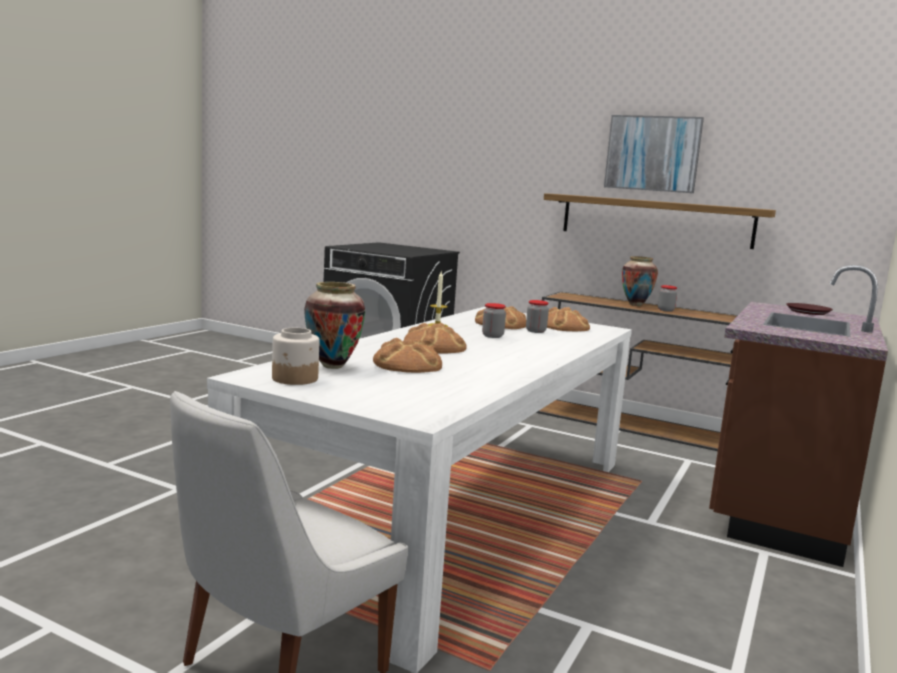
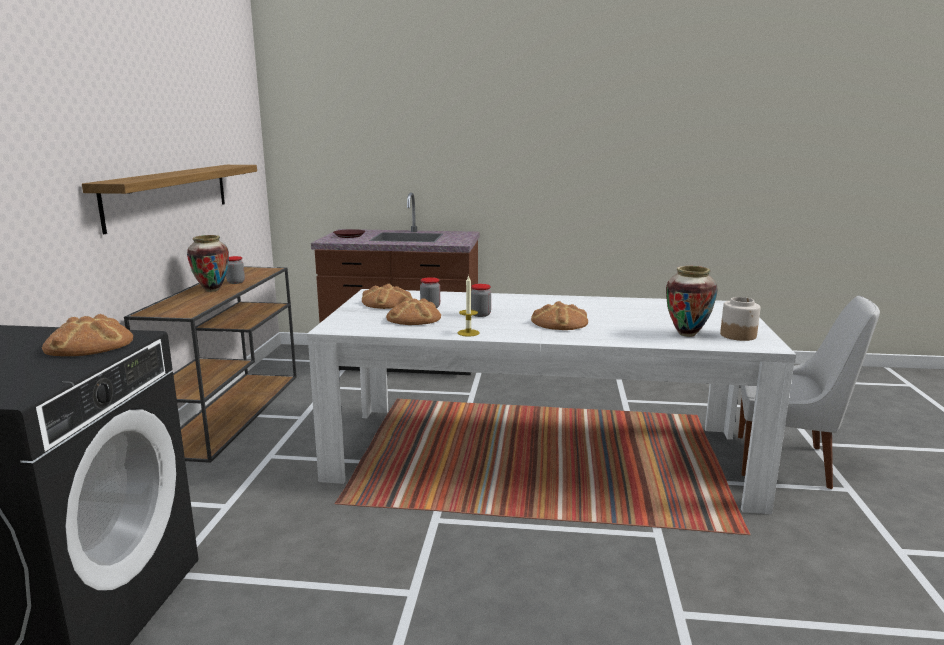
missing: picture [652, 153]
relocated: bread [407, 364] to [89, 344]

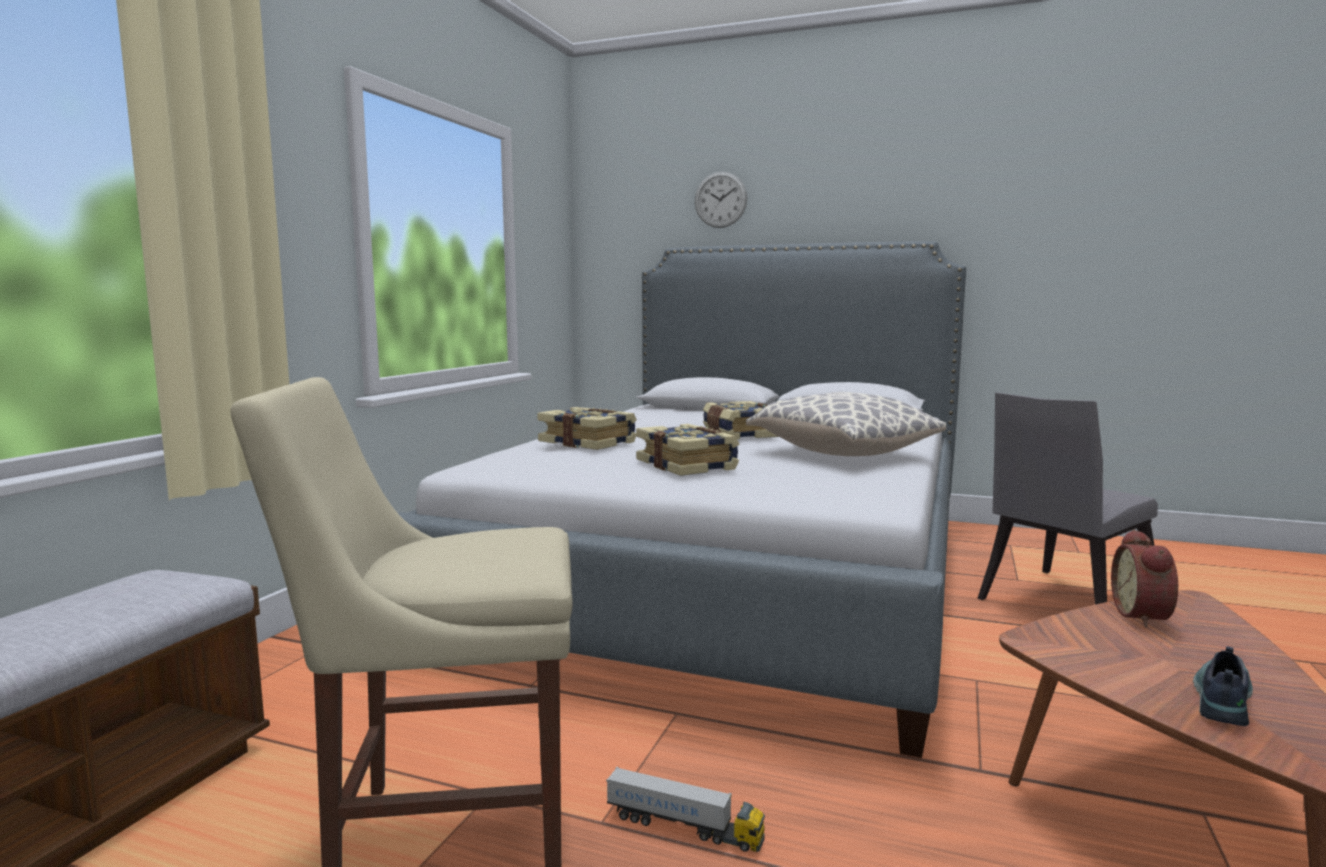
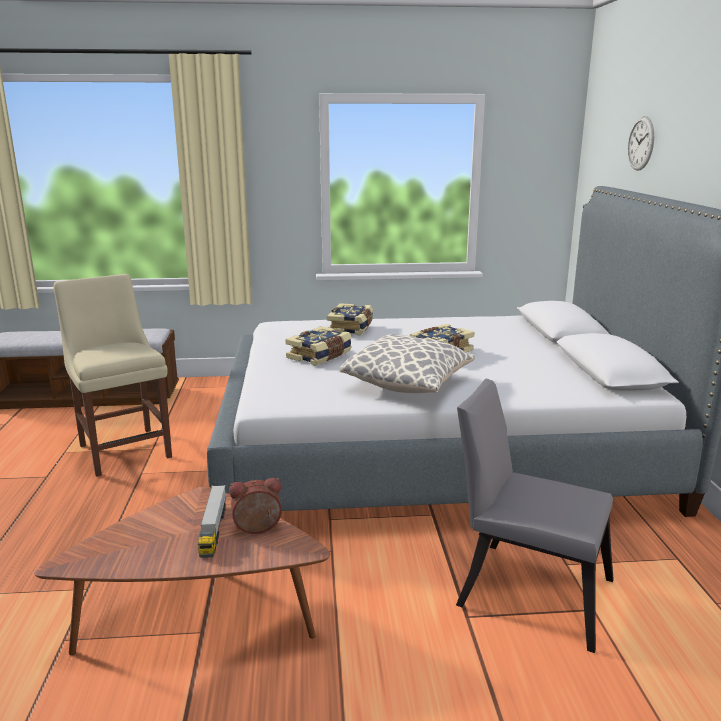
missing: shoe [1219, 699]
relocated: toy truck [684, 827] to [213, 530]

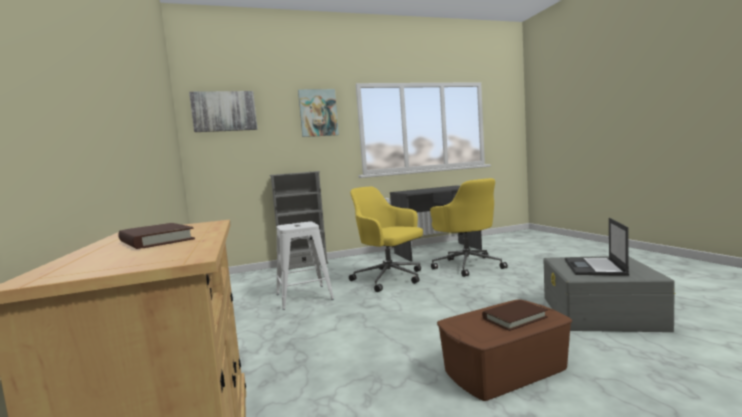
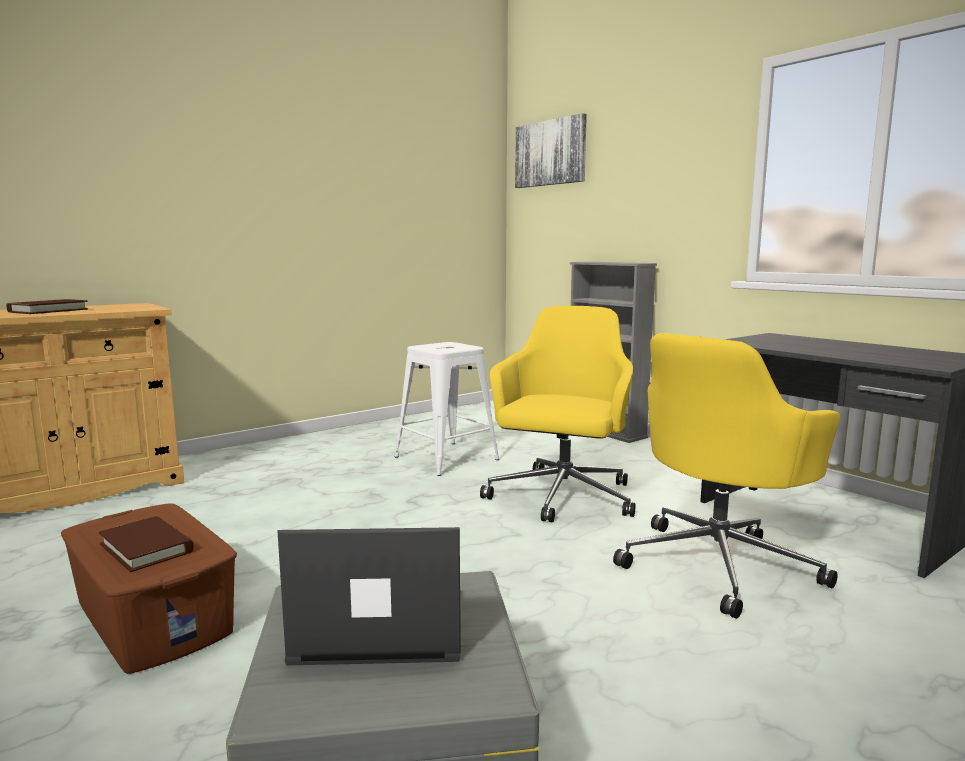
missing: picture [318, 113]

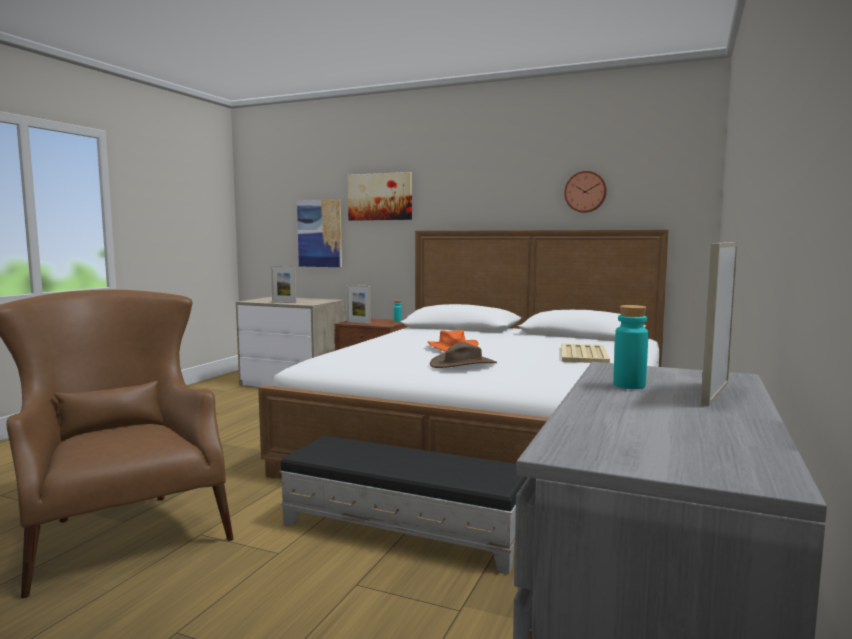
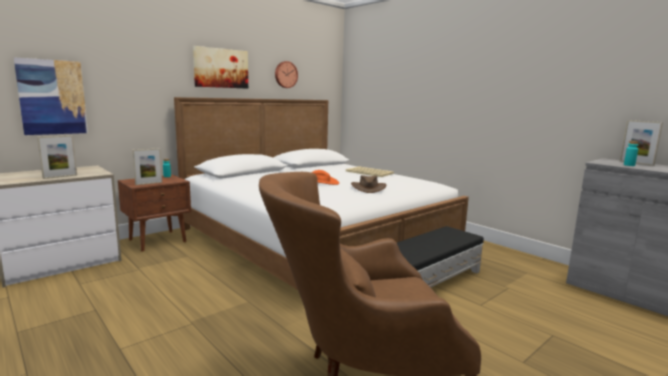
relocated: picture [380, 197] to [221, 68]

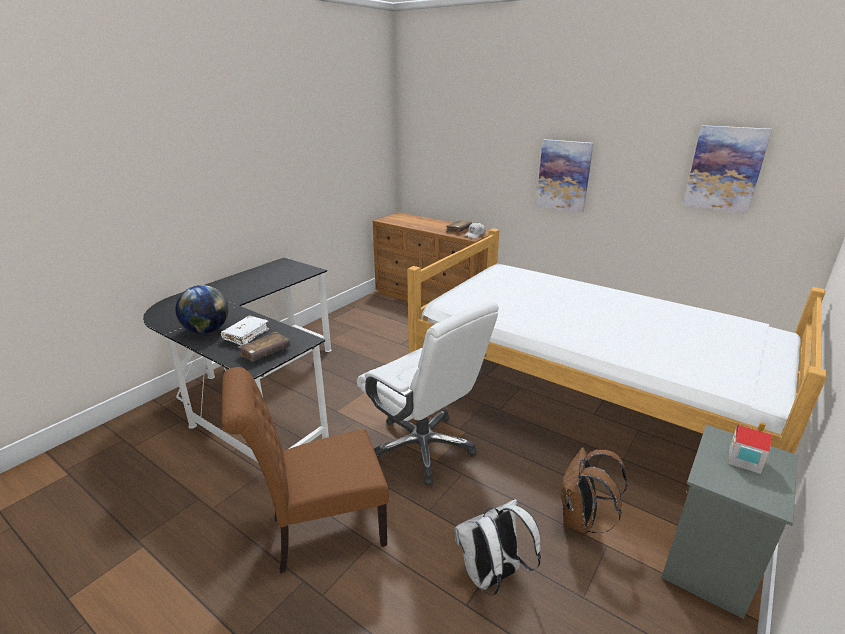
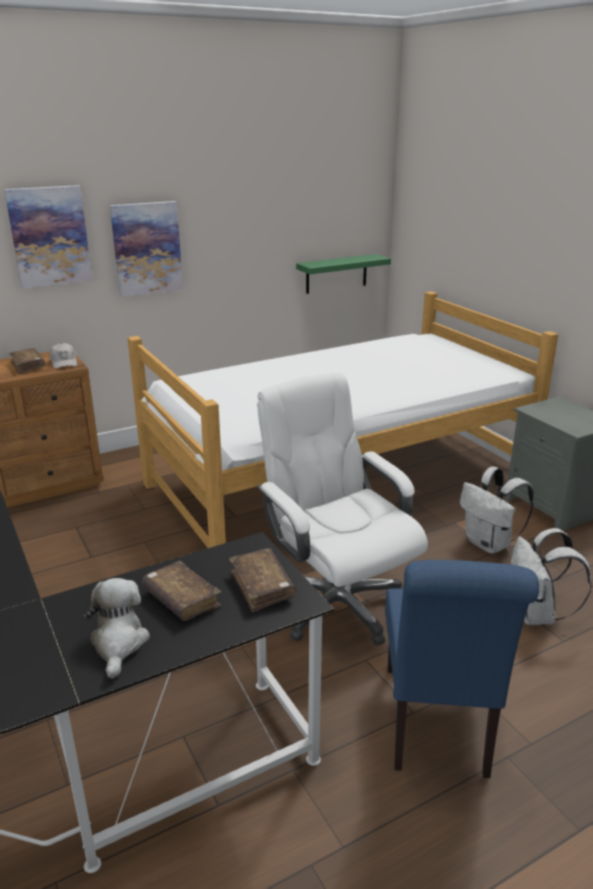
missing: toy house [743, 460]
appeared: green shelf [336, 273]
relocated: picture [725, 169] to [49, 236]
exchanged: globe [206, 330] to plush toy [118, 643]
colour: white book [246, 335] to brown book [181, 599]; brown chair [320, 532] to blue chair [437, 726]; brown backpack [581, 521] to white backpack [489, 544]
spun: white office chair [423, 447] = [336, 603] 105 degrees counterclockwise

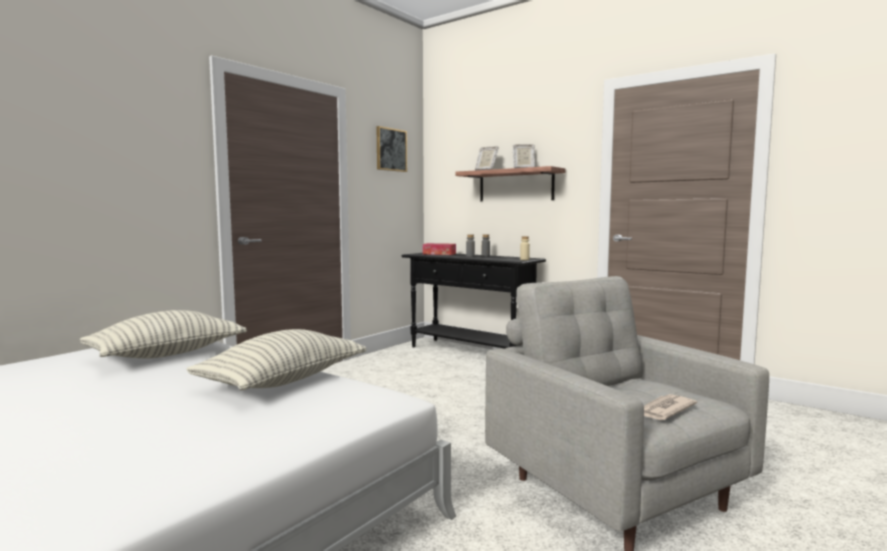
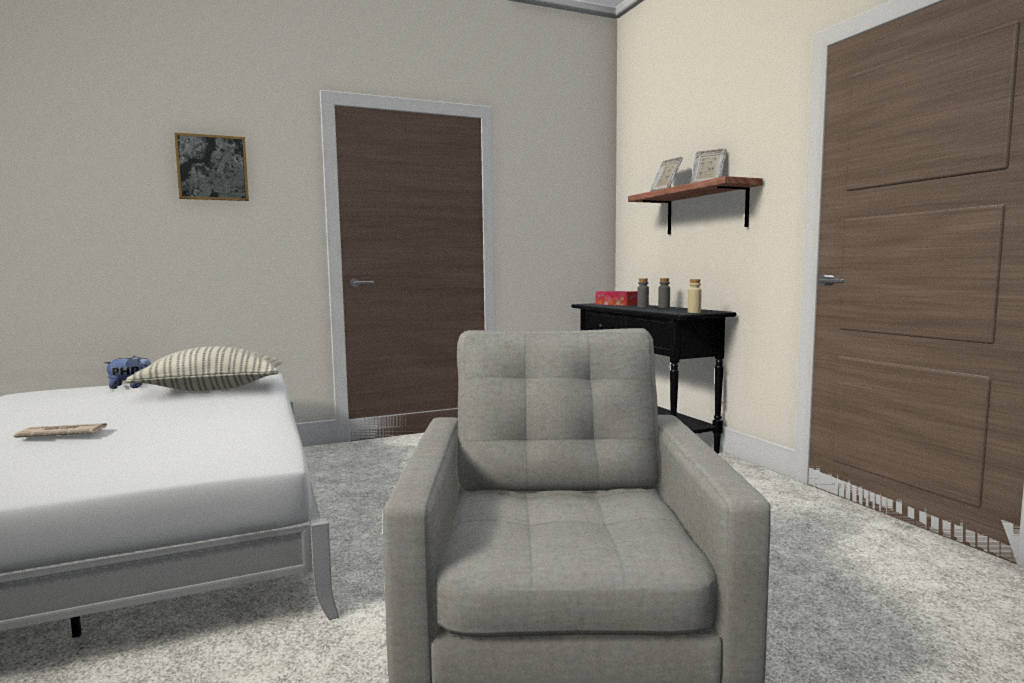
missing: pillow [283, 381]
appeared: plush toy [130, 387]
relocated: picture [391, 149] to [212, 168]; newspaper [663, 410] to [62, 434]

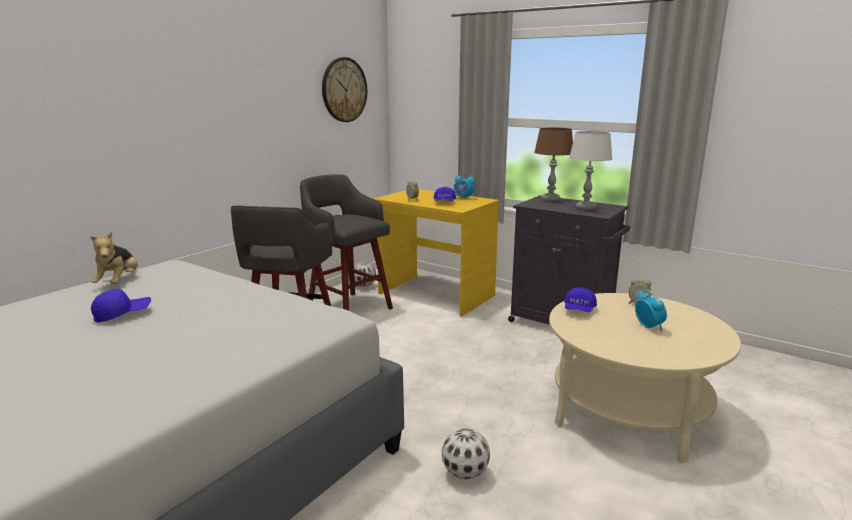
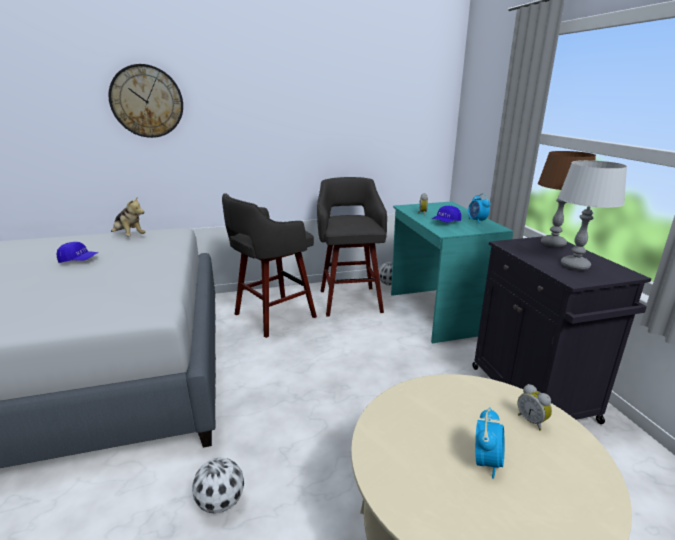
missing: blue cap [579, 310]
relocated: wall clock [344, 90] to [147, 101]
colour: yellow desk [435, 295] to turquoise desk [437, 312]
spun: plush toy [119, 282] = [129, 236] 90 degrees counterclockwise

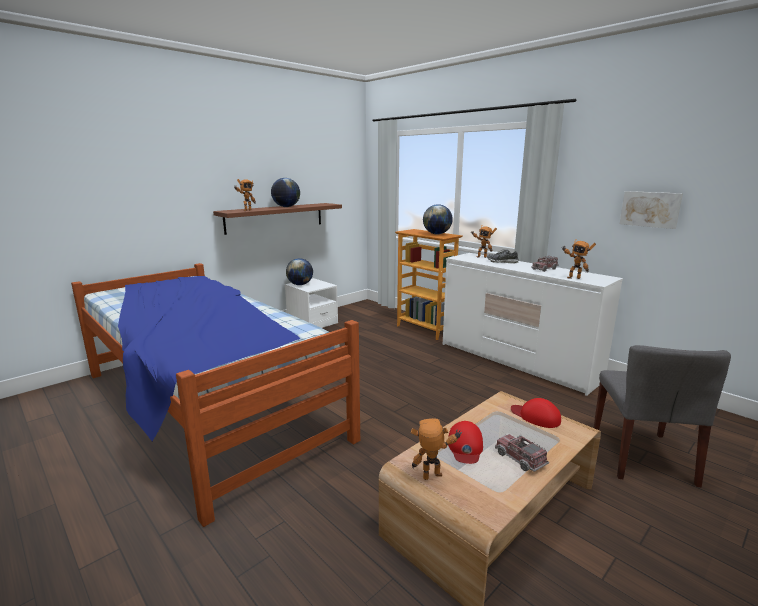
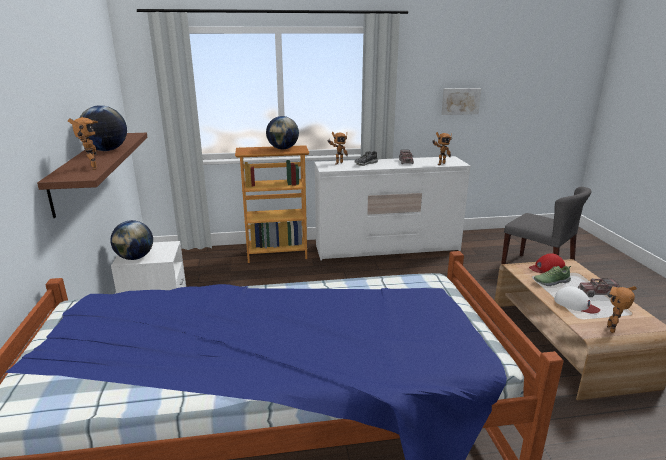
appeared: shoe [551, 281]
colour: red cap [465, 446] to white cap [575, 304]

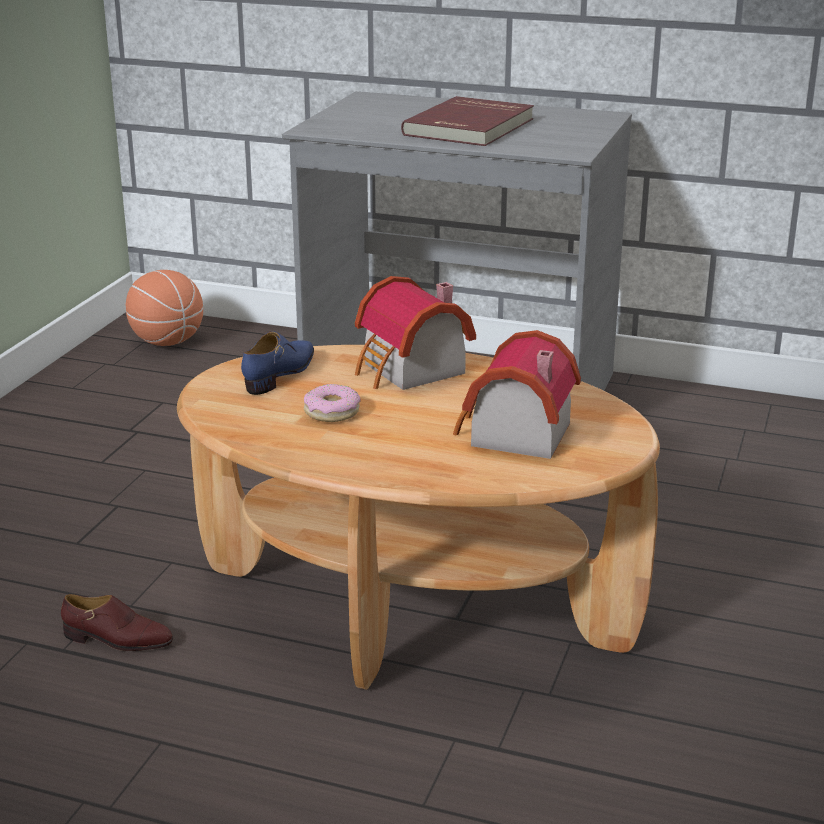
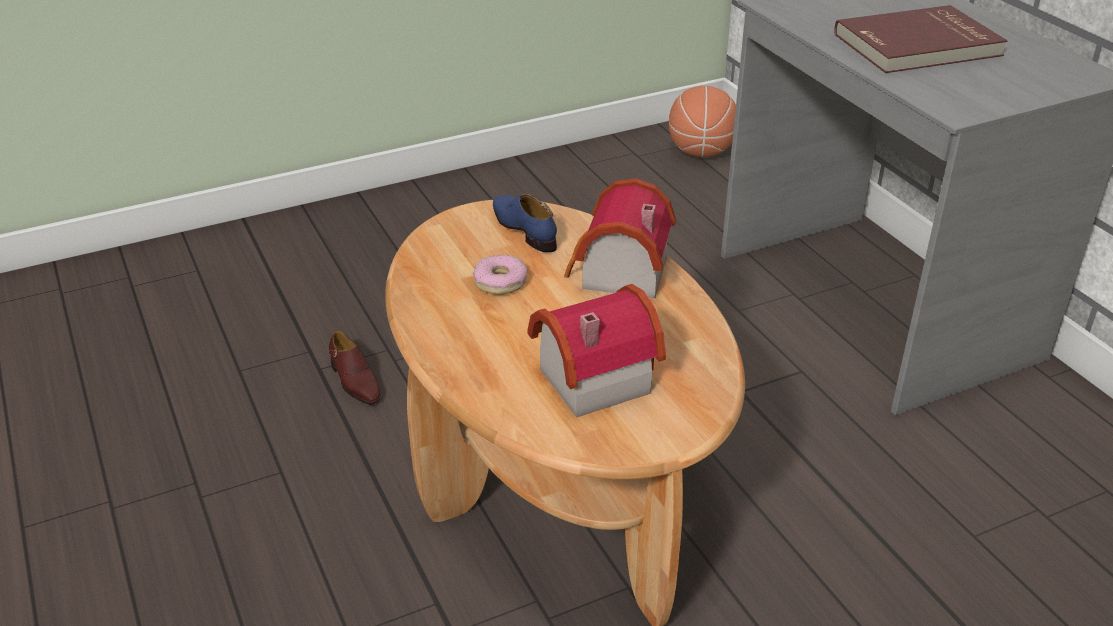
spun: blue shoe [281, 374] = [524, 229] 105 degrees counterclockwise

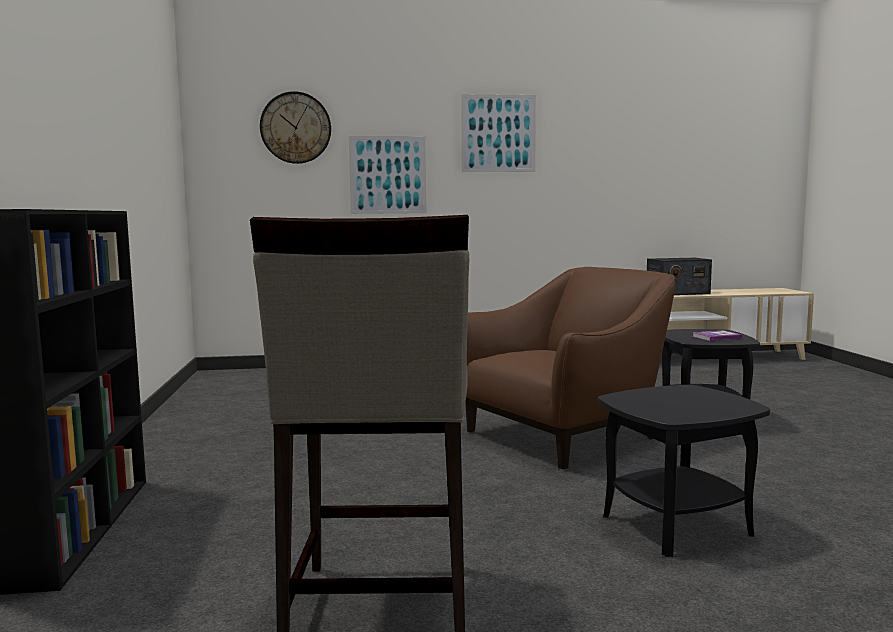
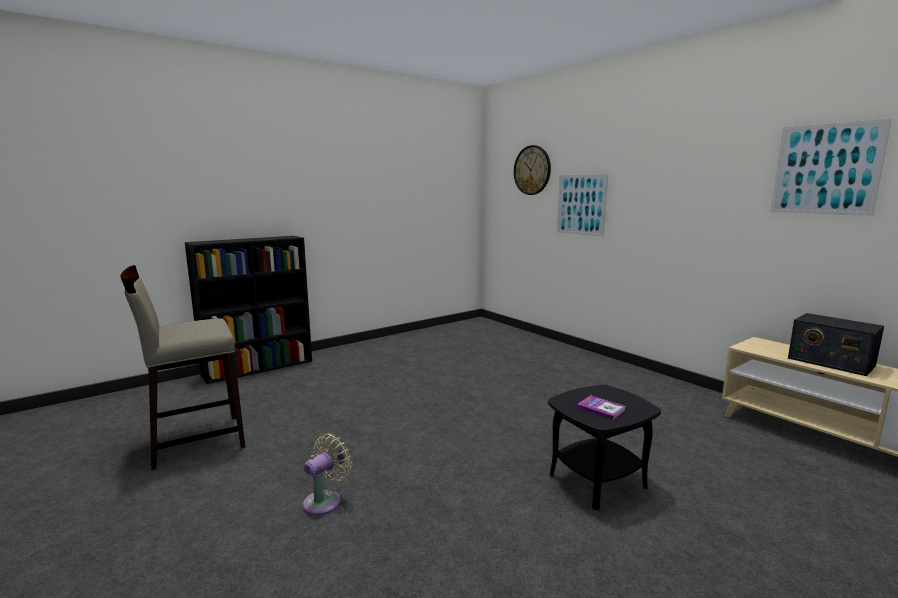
missing: brown armchair [563, 436]
relocated: picture [498, 133] to [826, 169]
exchanged: black side table [676, 526] to beige fan [325, 501]

